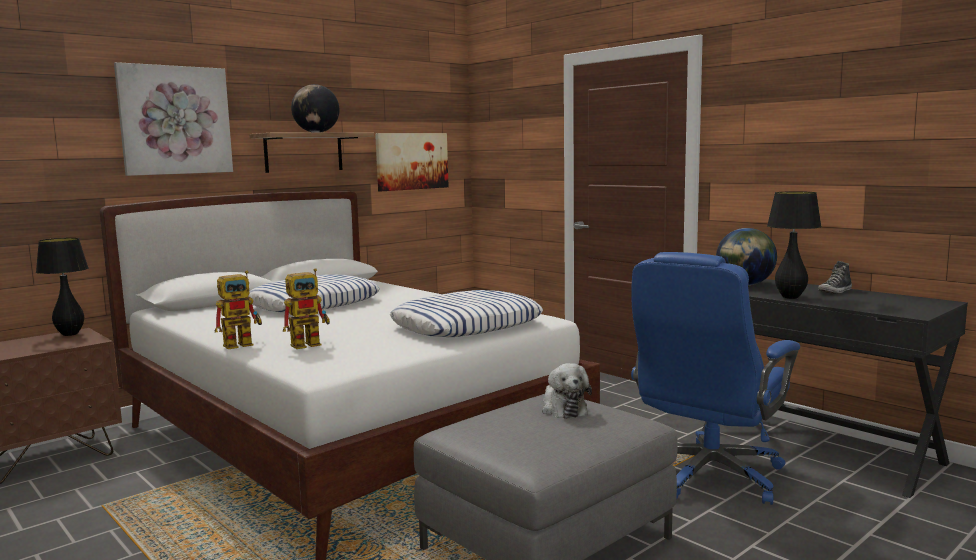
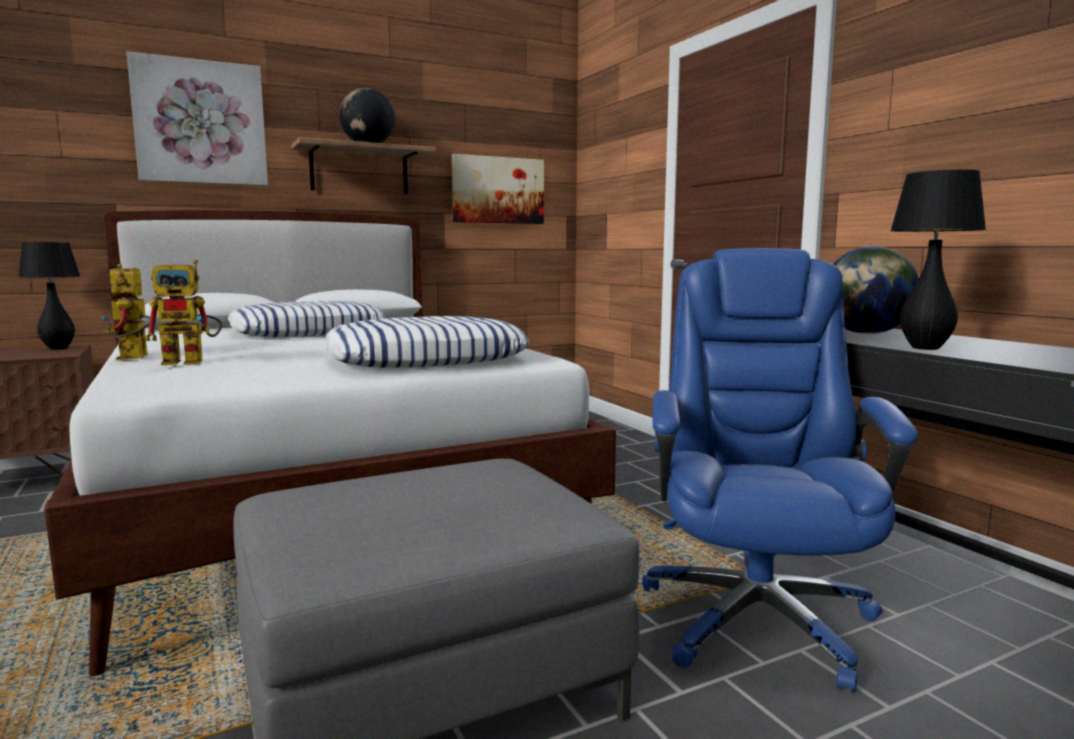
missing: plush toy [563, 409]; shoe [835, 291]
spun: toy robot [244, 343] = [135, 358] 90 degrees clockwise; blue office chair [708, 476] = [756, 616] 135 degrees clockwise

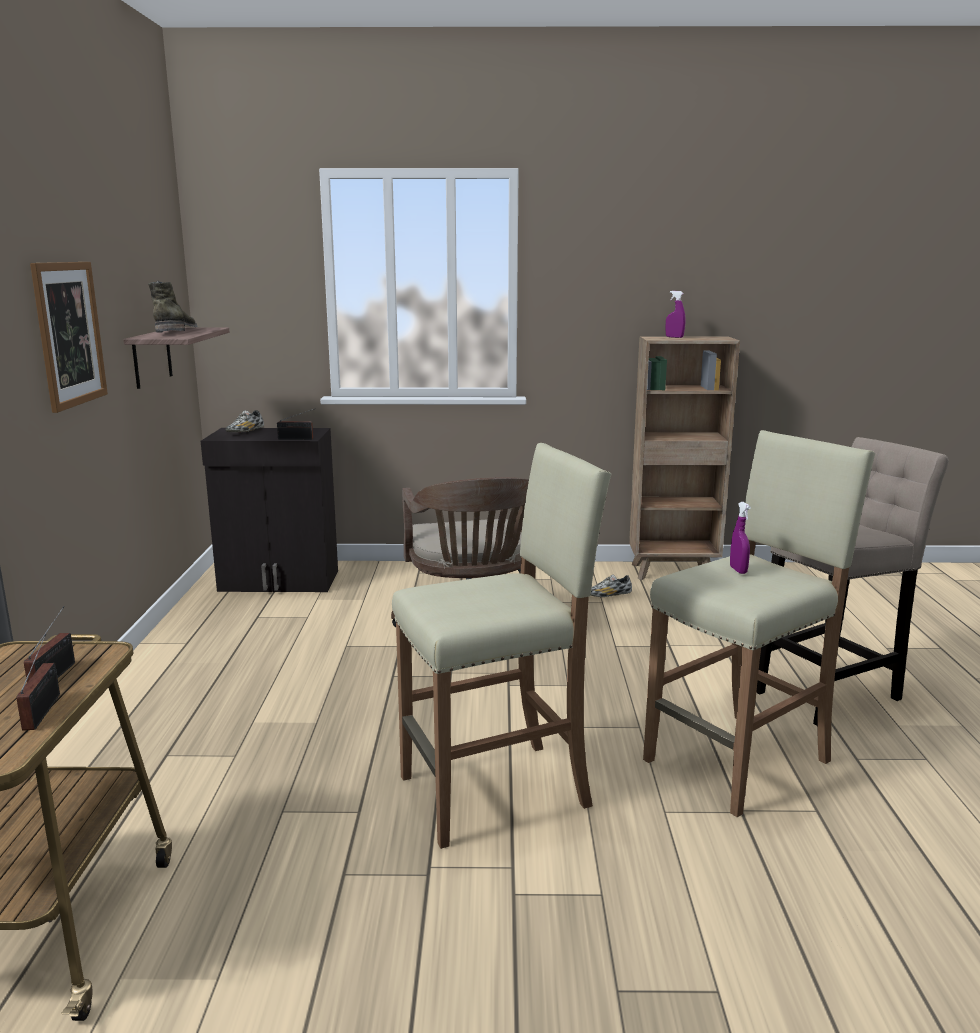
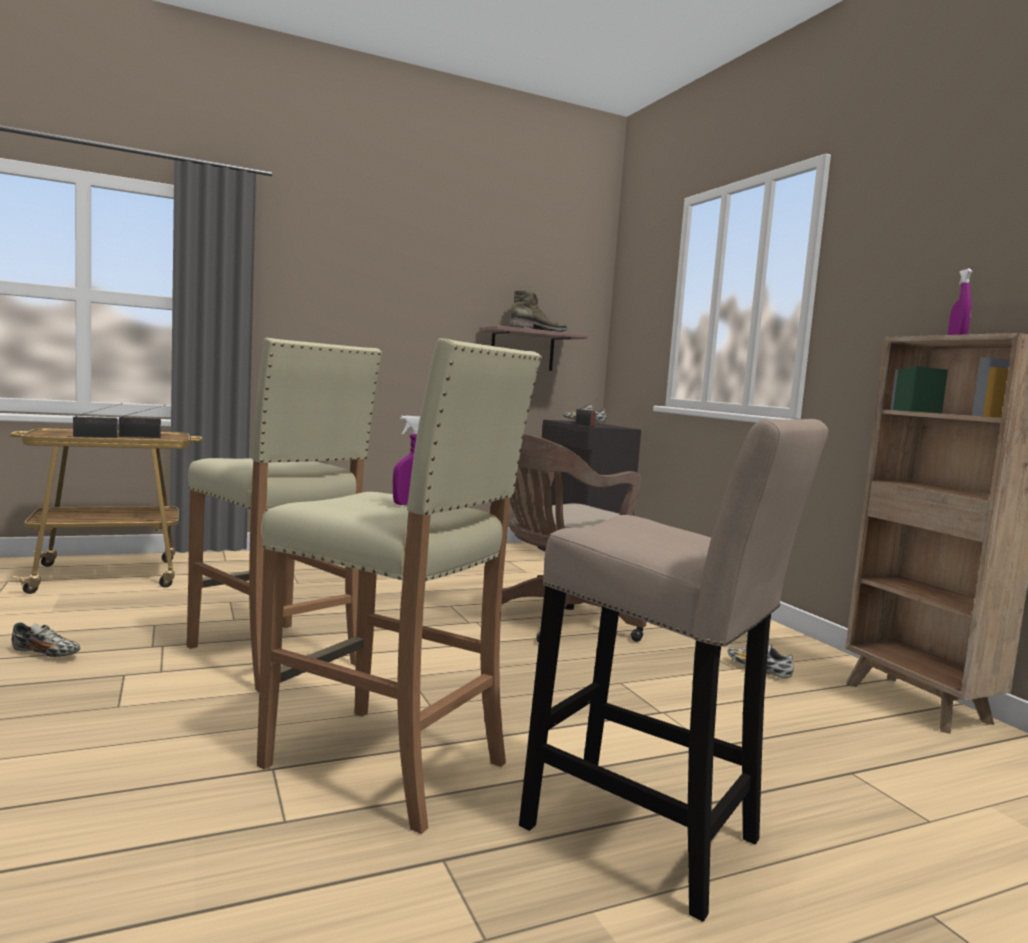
missing: picture [69, 334]
appeared: shoe [46, 654]

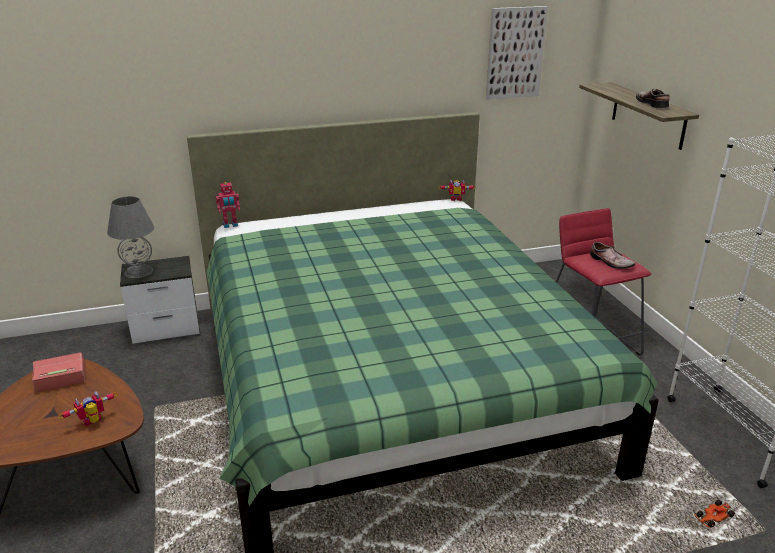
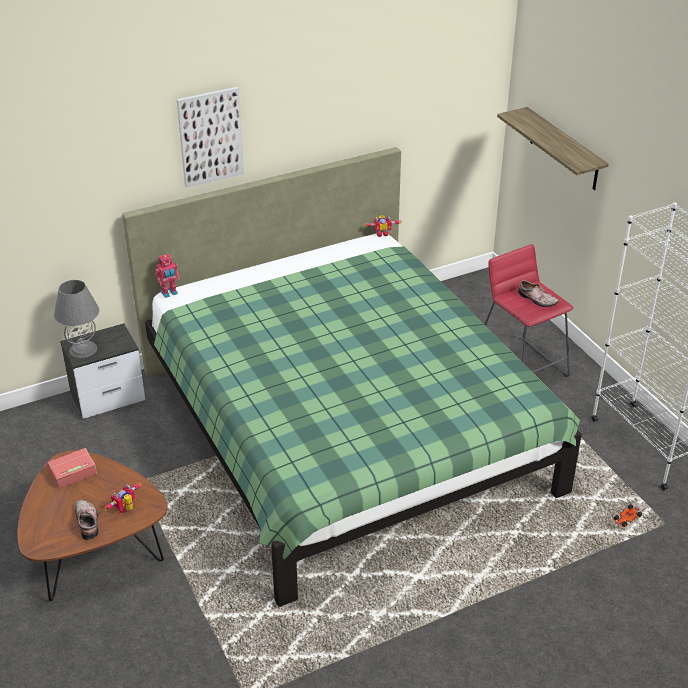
relocated: picture [515, 53] to [210, 137]; shoe [653, 104] to [88, 522]

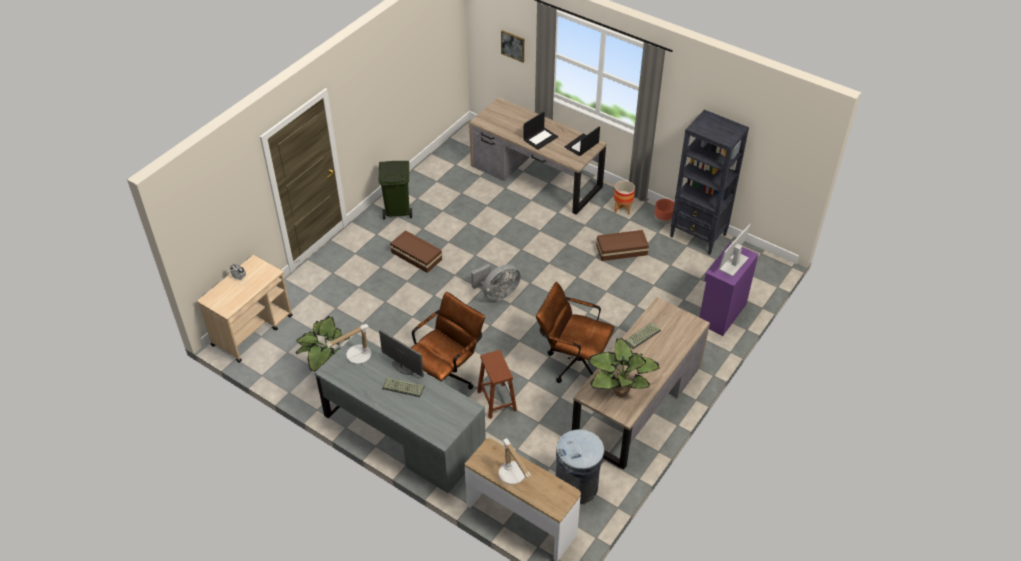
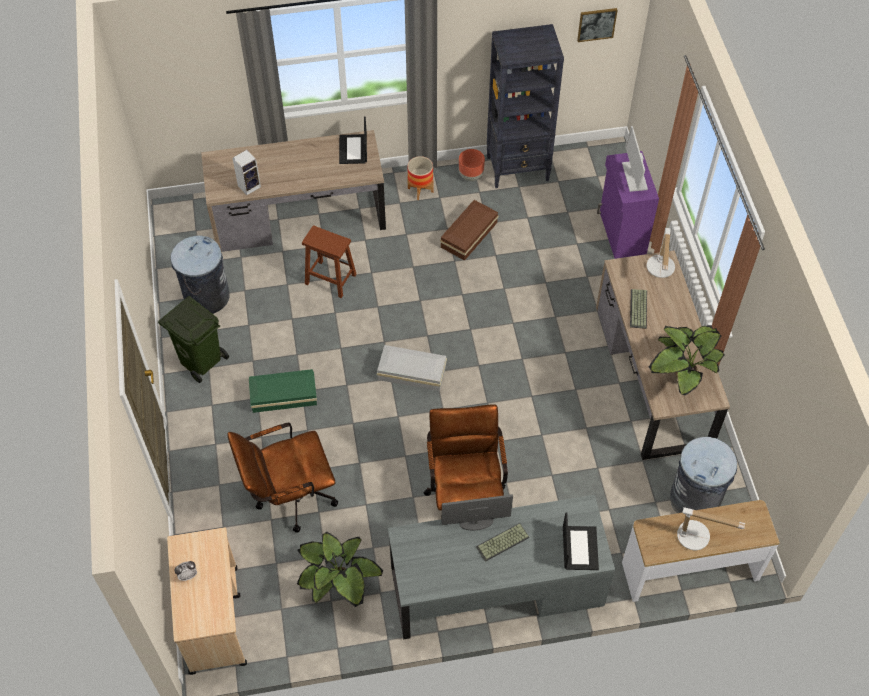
appeared: grey trash can [206, 296]; speaker [249, 186]
relocated: table lamp [355, 356] to [660, 270]; brown stool [496, 400] to [329, 279]; picture [513, 46] to [596, 24]; laptop [540, 138] to [579, 547]; brown office chair [572, 361] to [289, 496]
exchanged: grey fan [497, 294] to white storage box [411, 371]
colour: brown storage box [416, 255] to green storage box [282, 395]

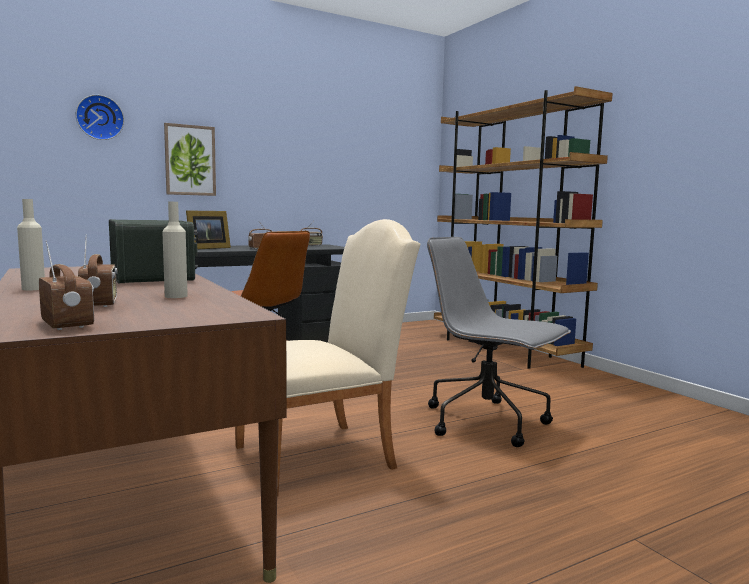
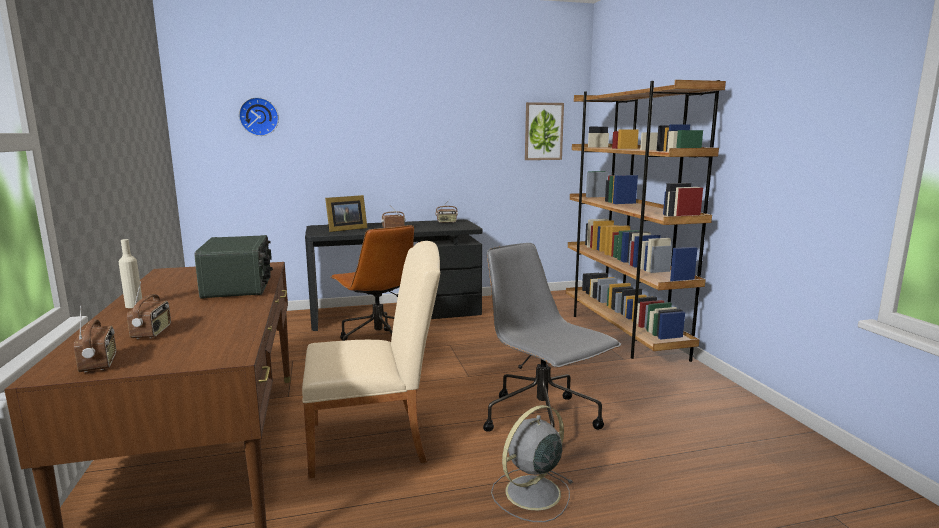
missing: beige bottle [176, 296]
appeared: grey fan [531, 493]
relocated: picture [190, 160] to [543, 131]

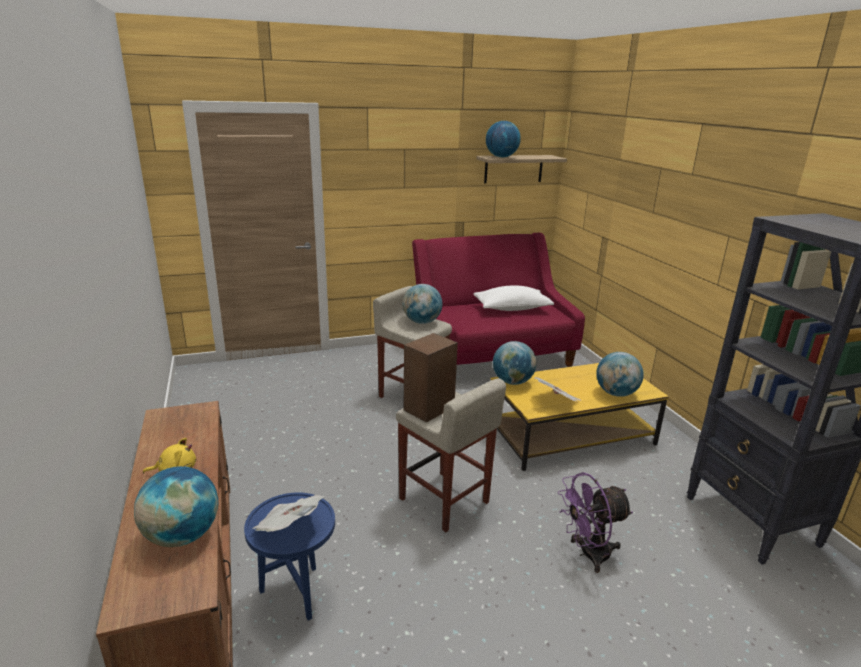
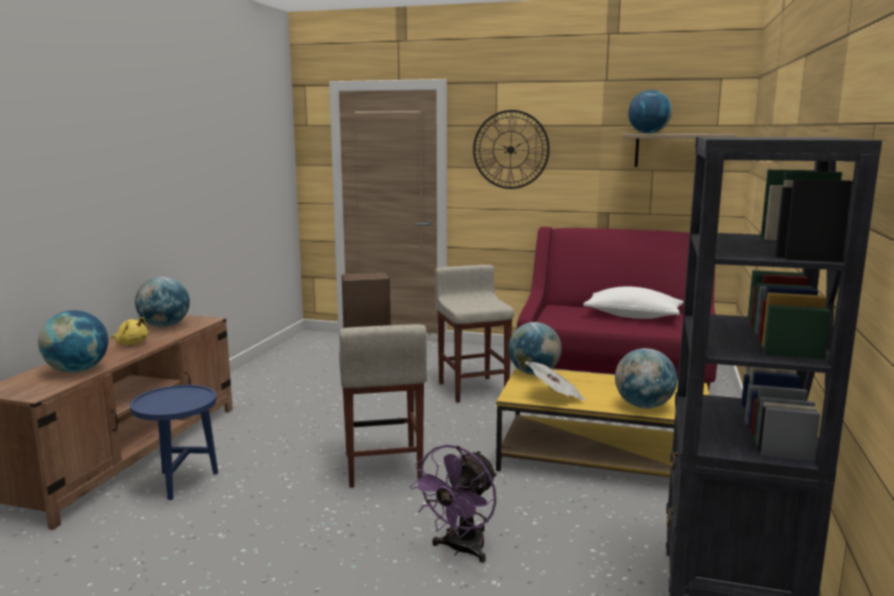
missing: newspaper [289, 527]
appeared: wall clock [510, 149]
relocated: globe [421, 322] to [164, 326]
spun: purple fan [588, 554] = [460, 550] 75 degrees counterclockwise

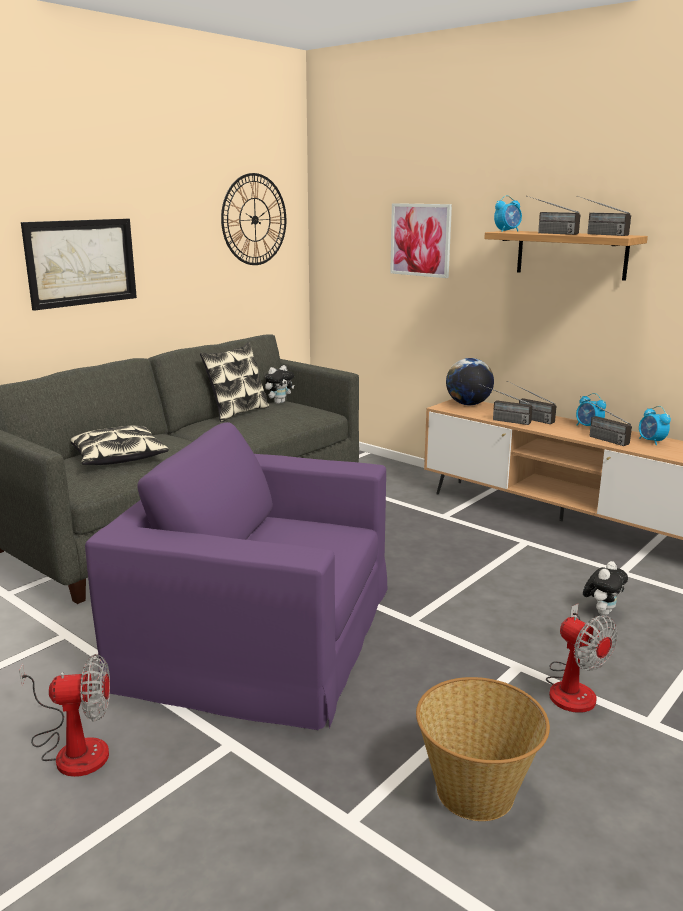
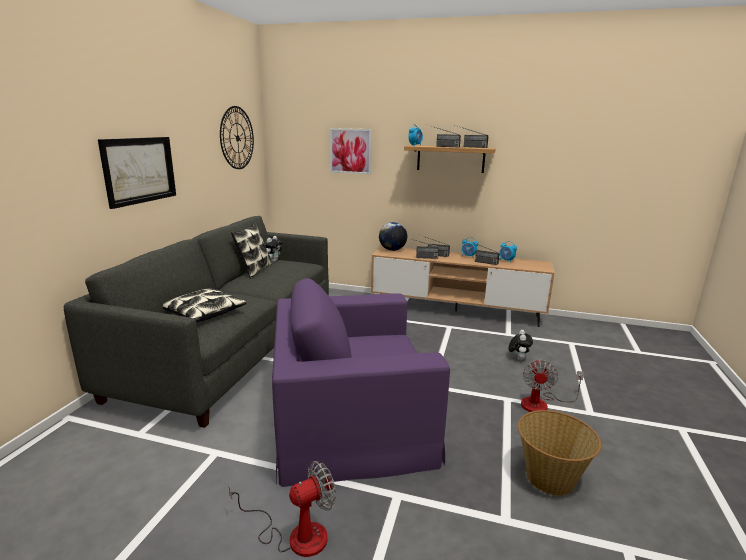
spun: fan [573, 687] = [541, 404] 75 degrees clockwise

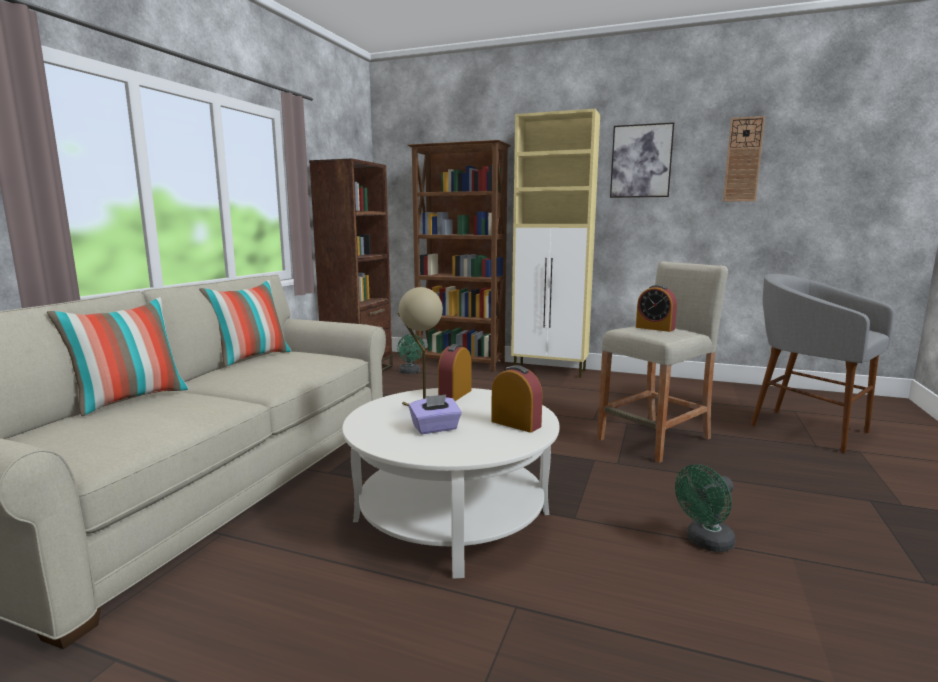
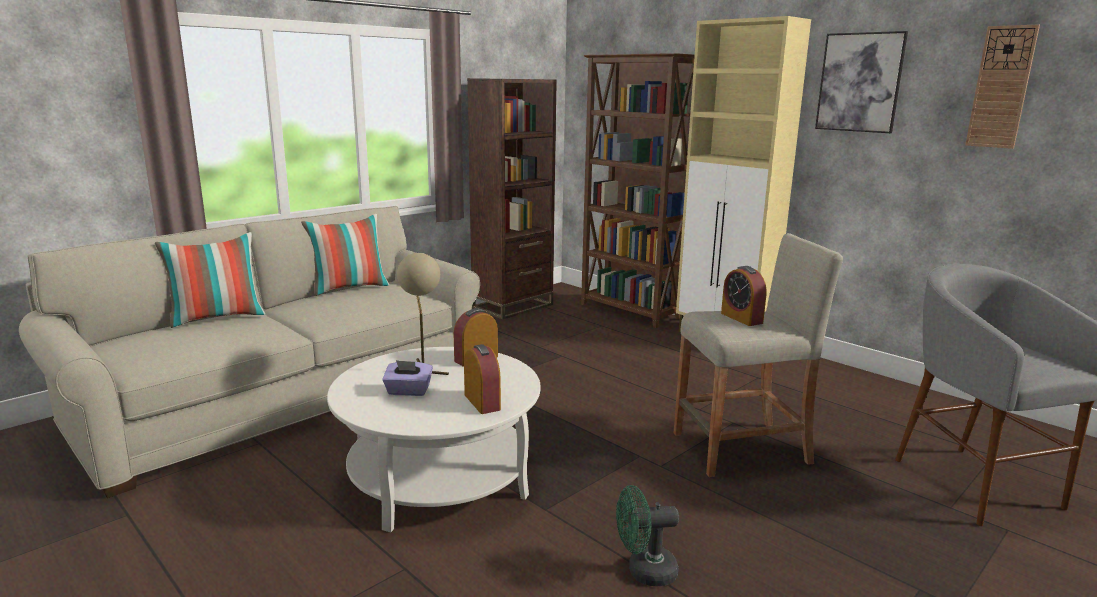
missing: green fan [410, 372]

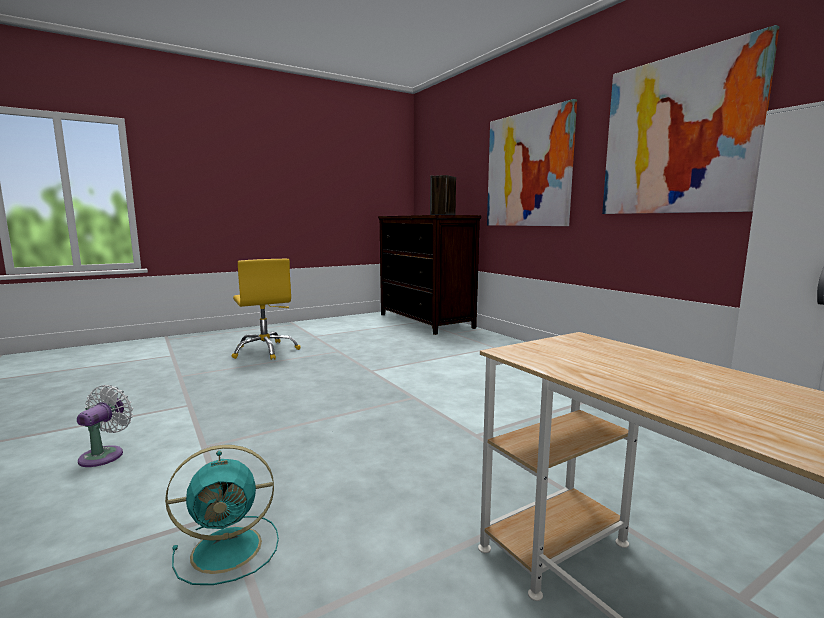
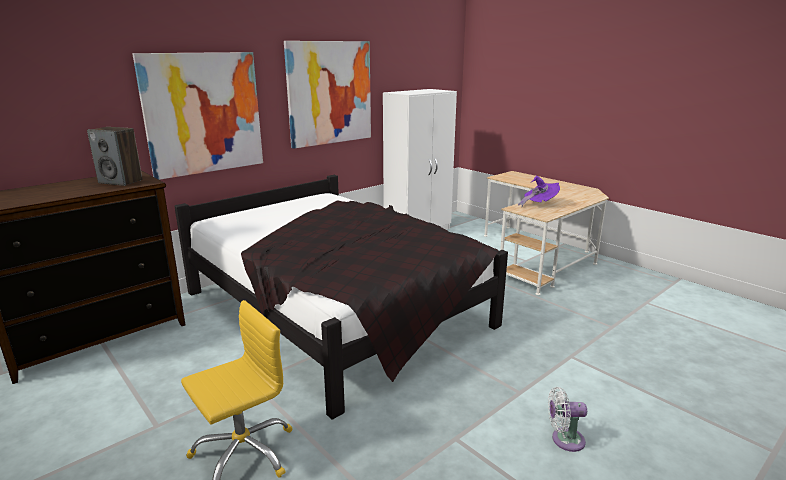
missing: turquoise fan [230, 548]
appeared: black bed [337, 309]; purple hat [539, 204]

